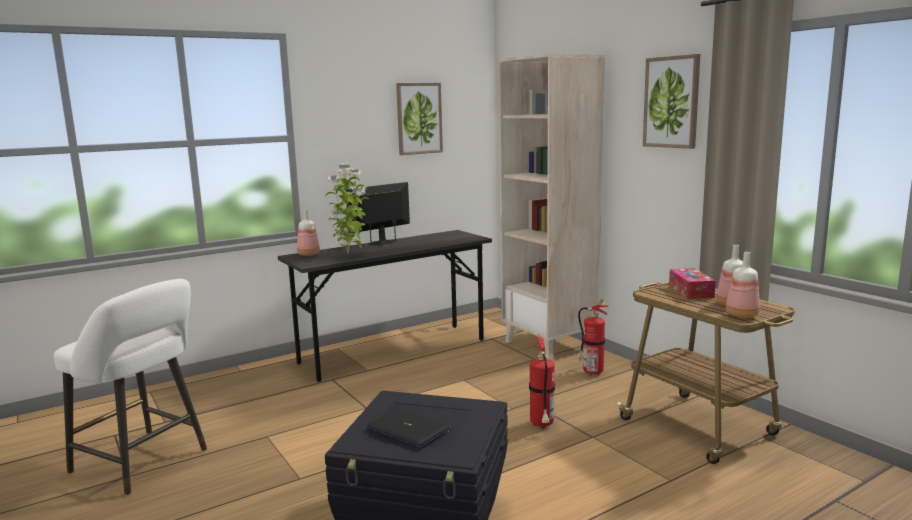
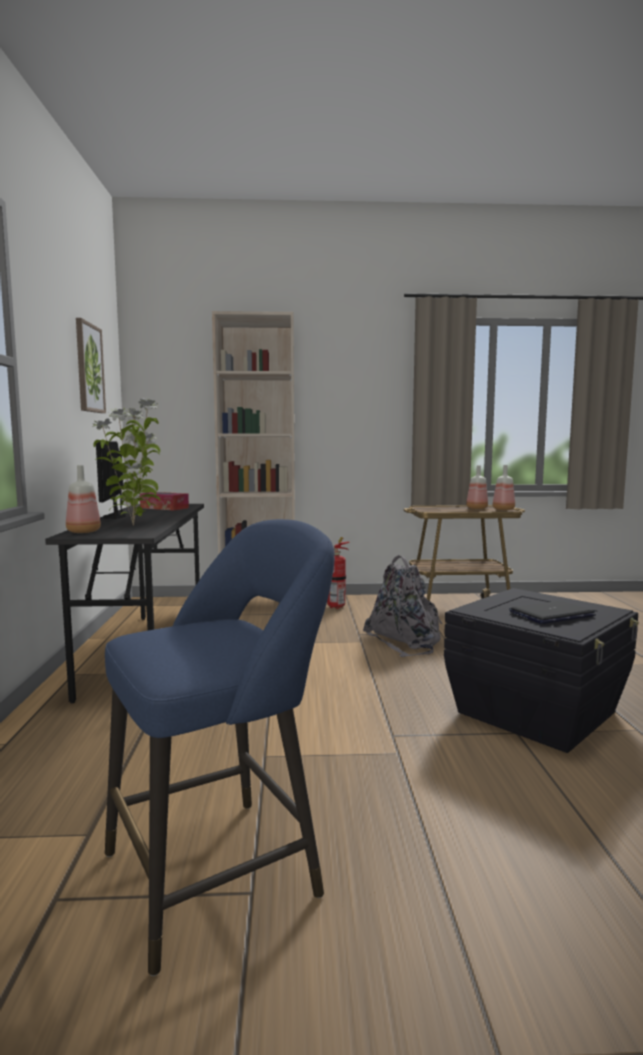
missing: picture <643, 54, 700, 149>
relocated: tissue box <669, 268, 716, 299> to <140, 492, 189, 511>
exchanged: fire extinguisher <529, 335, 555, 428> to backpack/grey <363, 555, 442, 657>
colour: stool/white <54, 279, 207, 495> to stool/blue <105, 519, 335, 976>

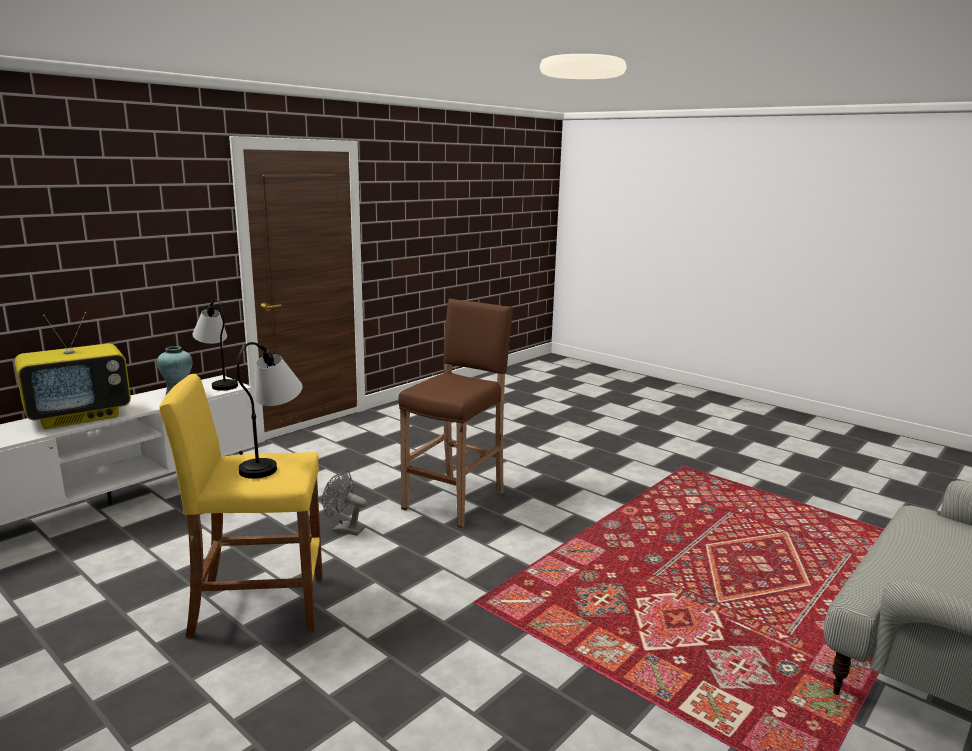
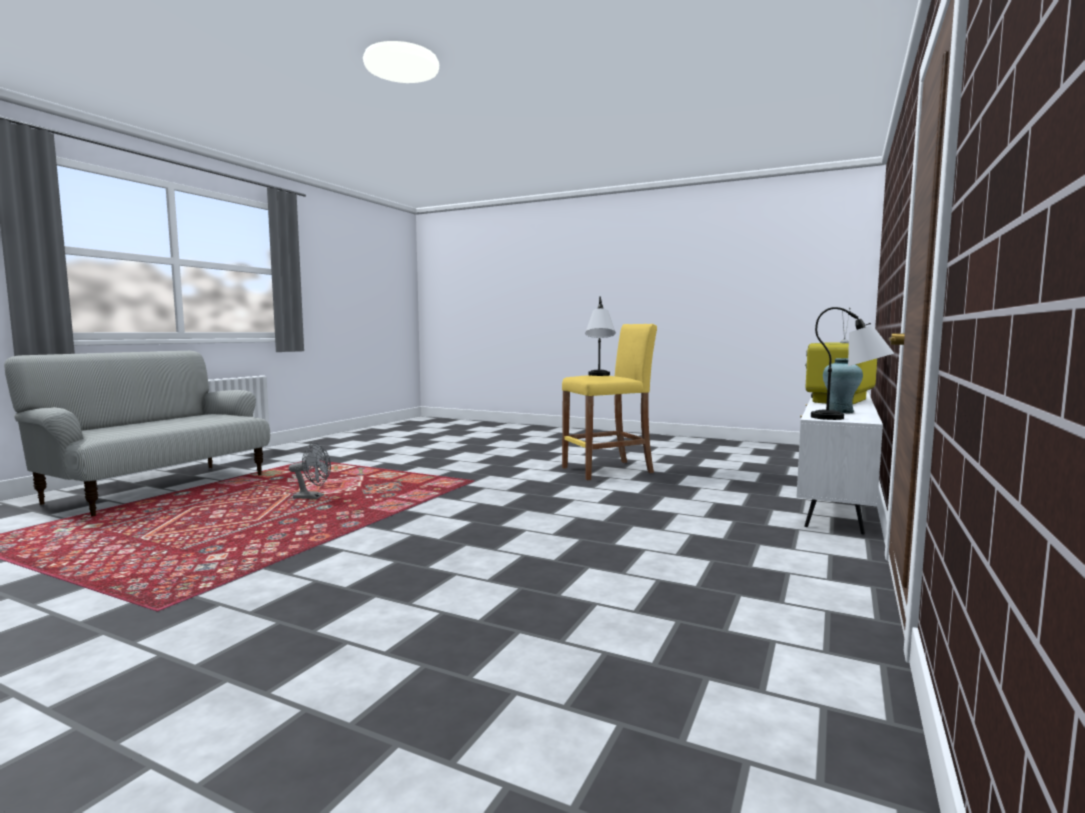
missing: stool/brown <398, 299, 513, 528>
relocated: fan/grey <322, 470, 367, 536> to <289, 442, 331, 499>

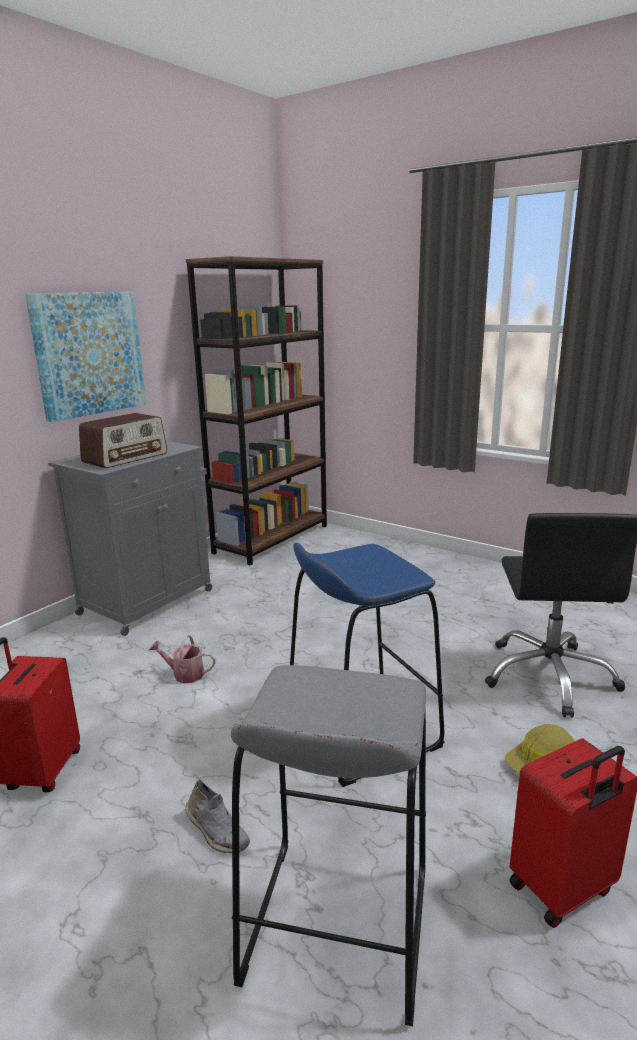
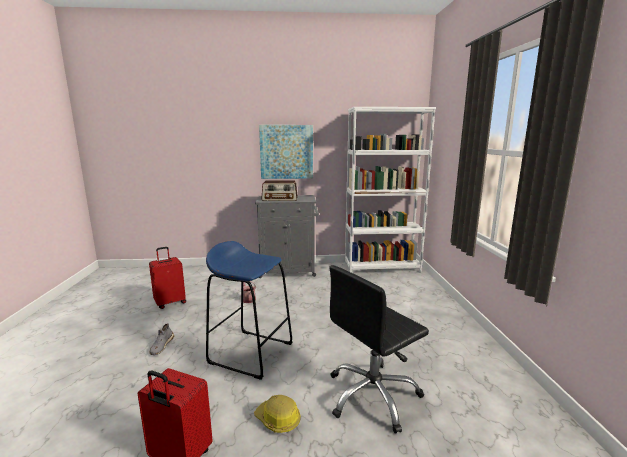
missing: stool/grey <231, 665, 426, 1026>
colour: bookcase/brown <186, 256, 327, 566> to bookcase/white <345, 107, 436, 273>

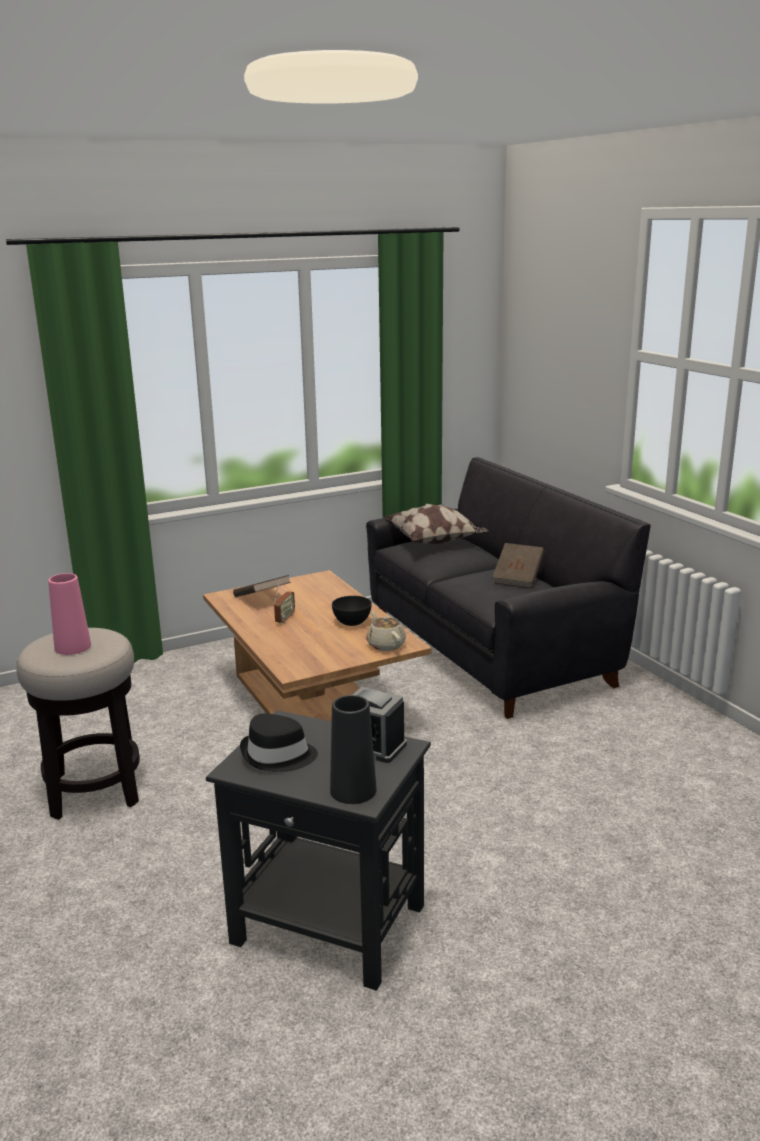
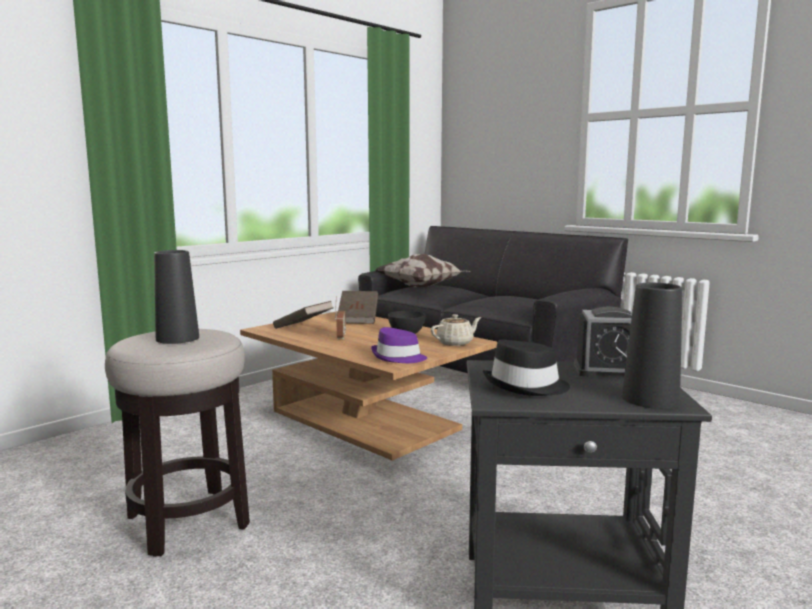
appeared: hat/purple <371, 327, 427, 363>
relocated: book/brown <492, 543, 545, 588> to <337, 291, 378, 324>
colour: vase/pink <48, 573, 91, 655> to vase/black <154, 250, 199, 344>
spun: teapot/beige <366, 611, 406, 651> = <431, 314, 481, 346> 105 degrees clockwise

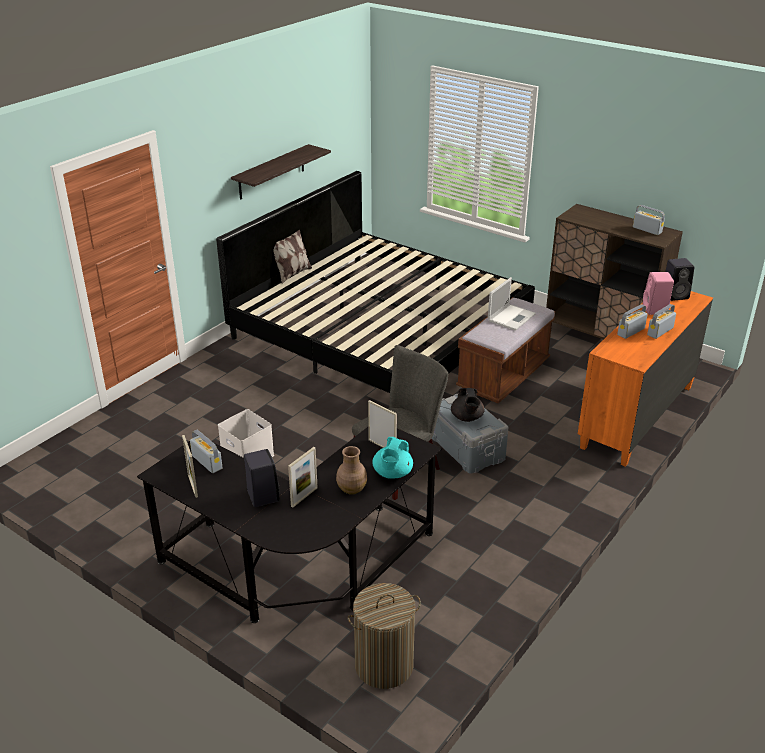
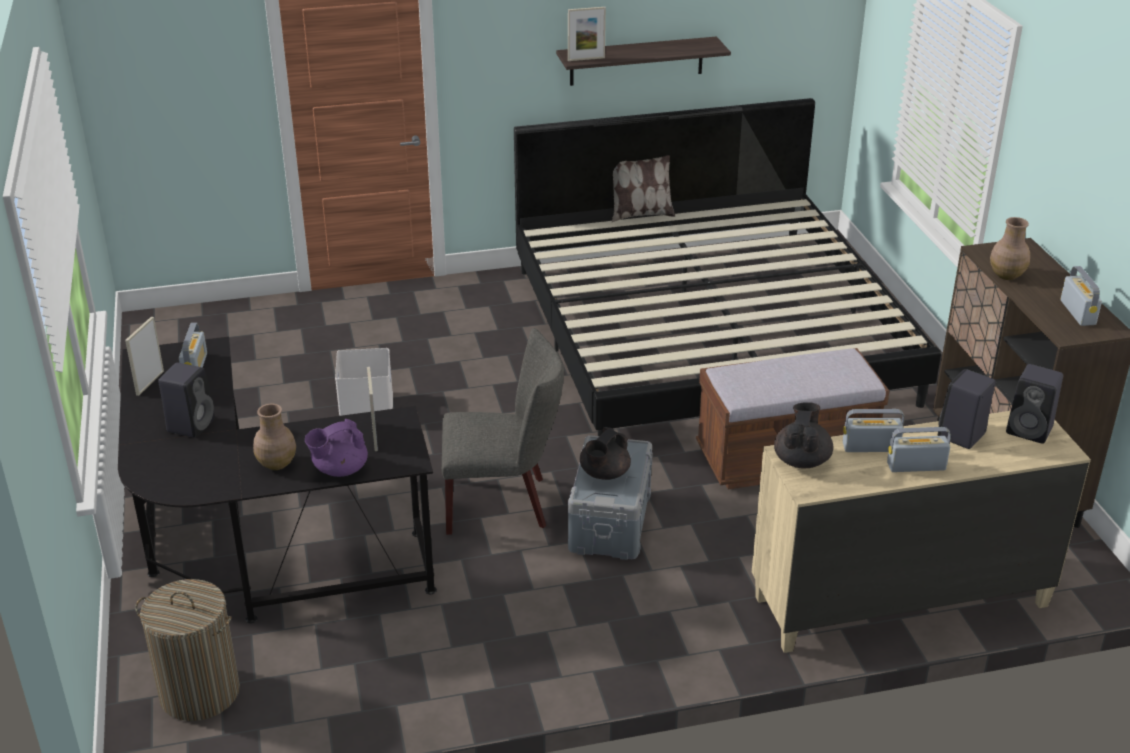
missing: laptop <488, 277, 536, 331>
appeared: teapot/black <774, 402, 833, 469>; vase/brown <990, 217, 1030, 280>
relocated: picture frame <288, 447, 318, 508> to <568, 7, 606, 61>
colour: teapot/turquoise <372, 437, 413, 479> to teapot/purple <305, 419, 368, 477>; dresser/orange <578, 291, 713, 467> to dresser/beige <752, 411, 1091, 653>; speaker/pink <643, 272, 674, 315> to speaker/black <938, 369, 996, 449>

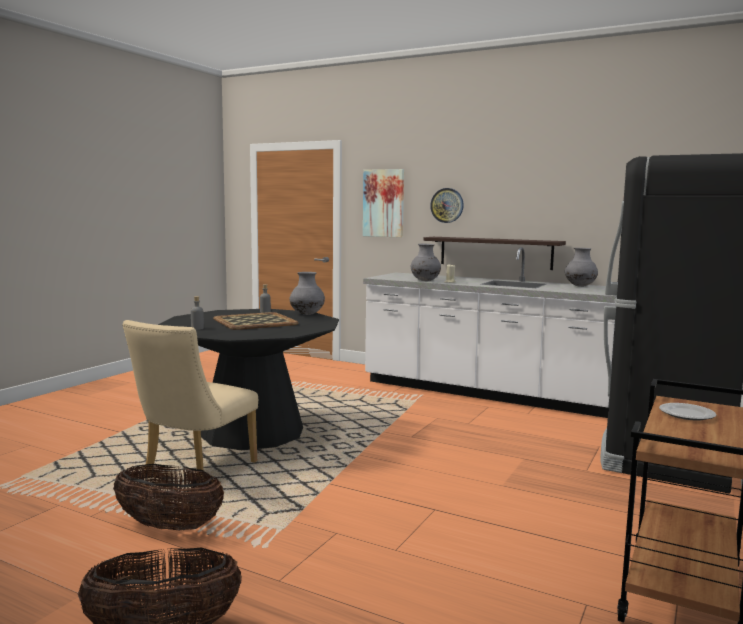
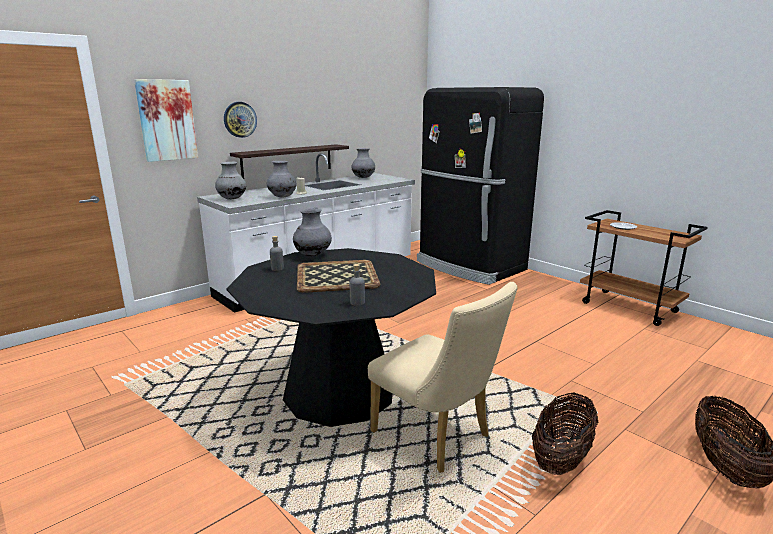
appeared: vase/grey <215, 162, 246, 200>

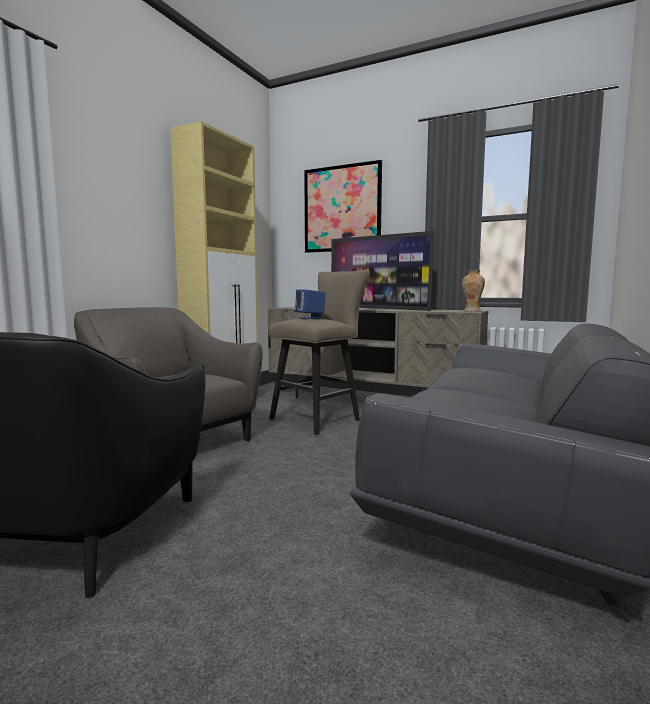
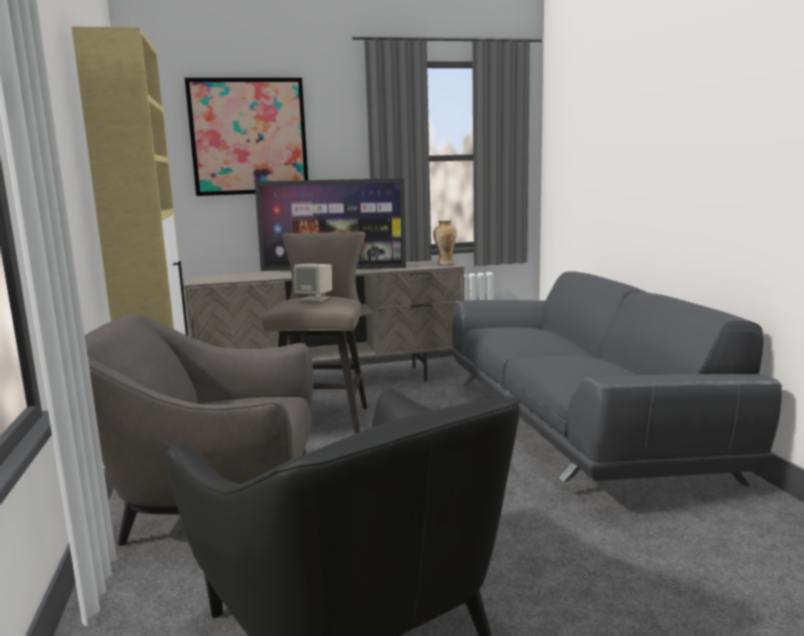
colour: speaker/blue <295, 290, 325, 319> to speaker/beige <294, 264, 332, 301>

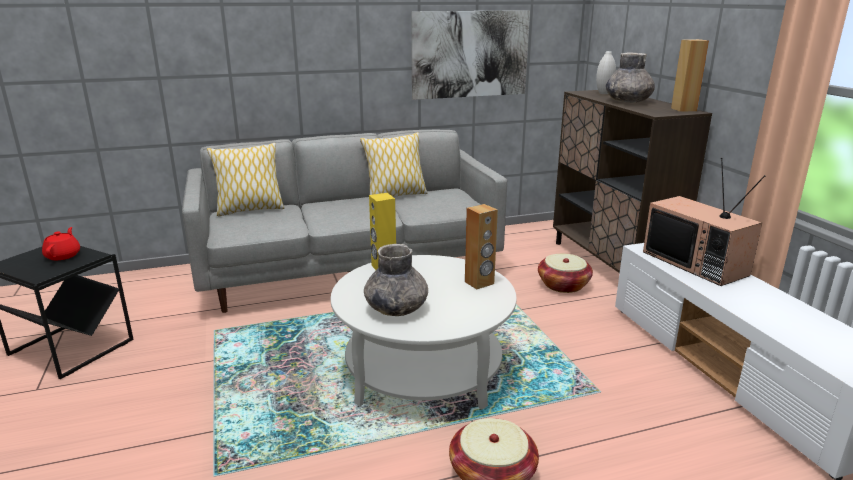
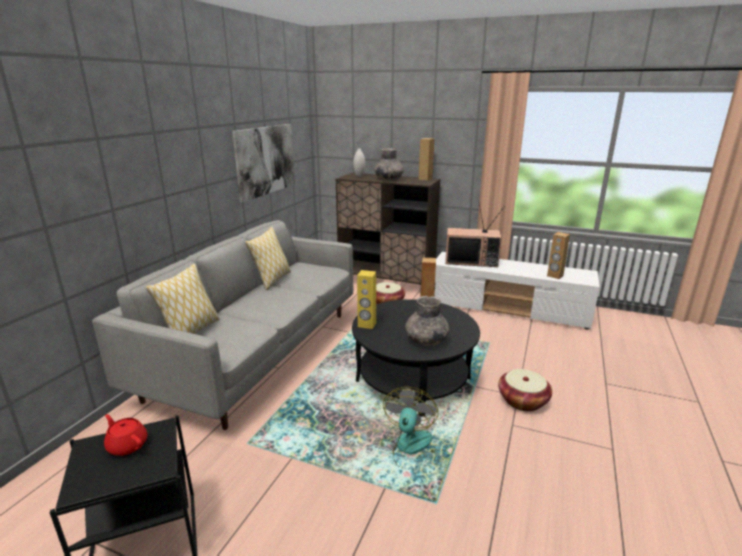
appeared: fan <383, 387, 438, 470>; speaker/brown <547, 232, 570, 279>
colour: coffee table/white <331, 255, 517, 410> to coffee table/black <352, 299, 480, 416>

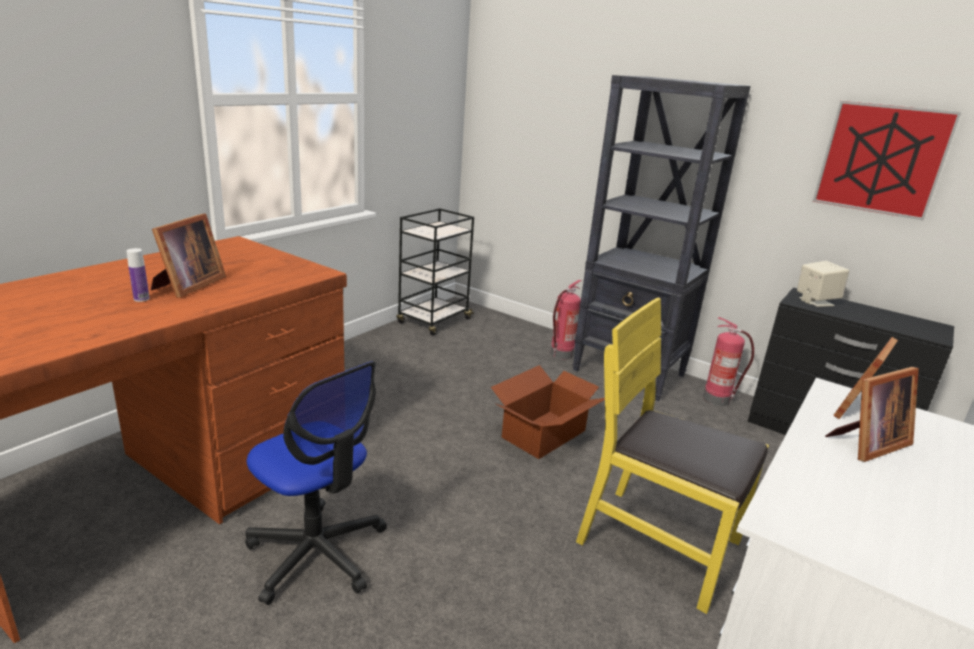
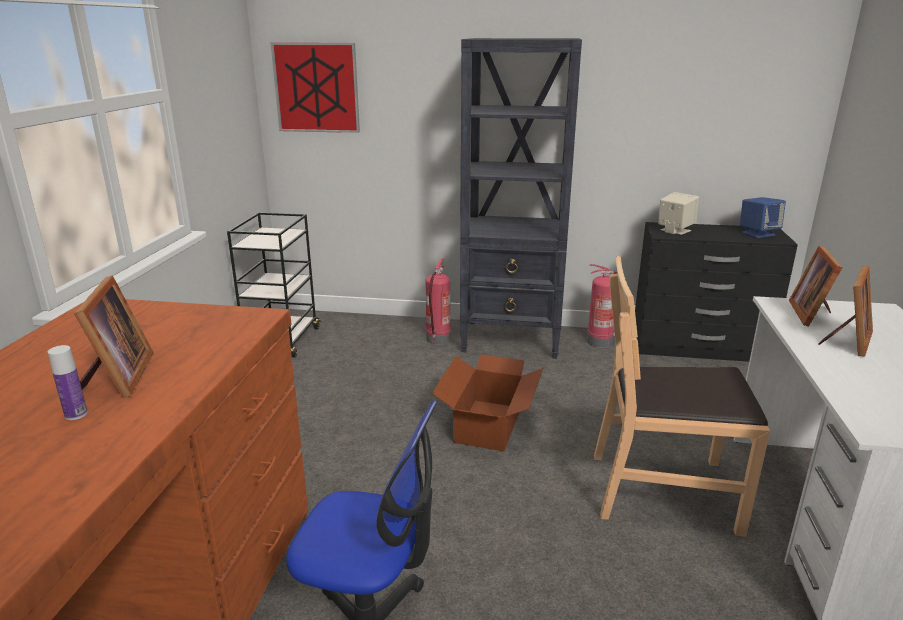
appeared: speaker/blue <740, 197, 786, 238>
relocated: picture <813, 101, 962, 221> to <271, 43, 360, 133>
colour: chair/yellow <576, 298, 769, 614> to chair/brown <594, 256, 770, 537>

